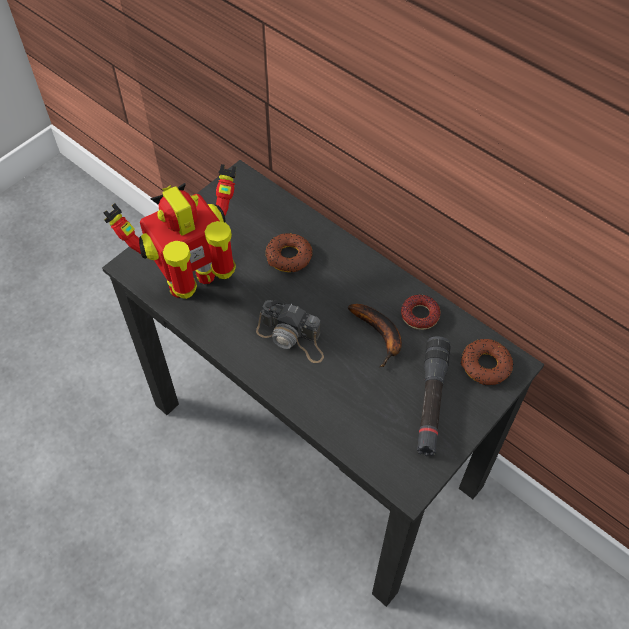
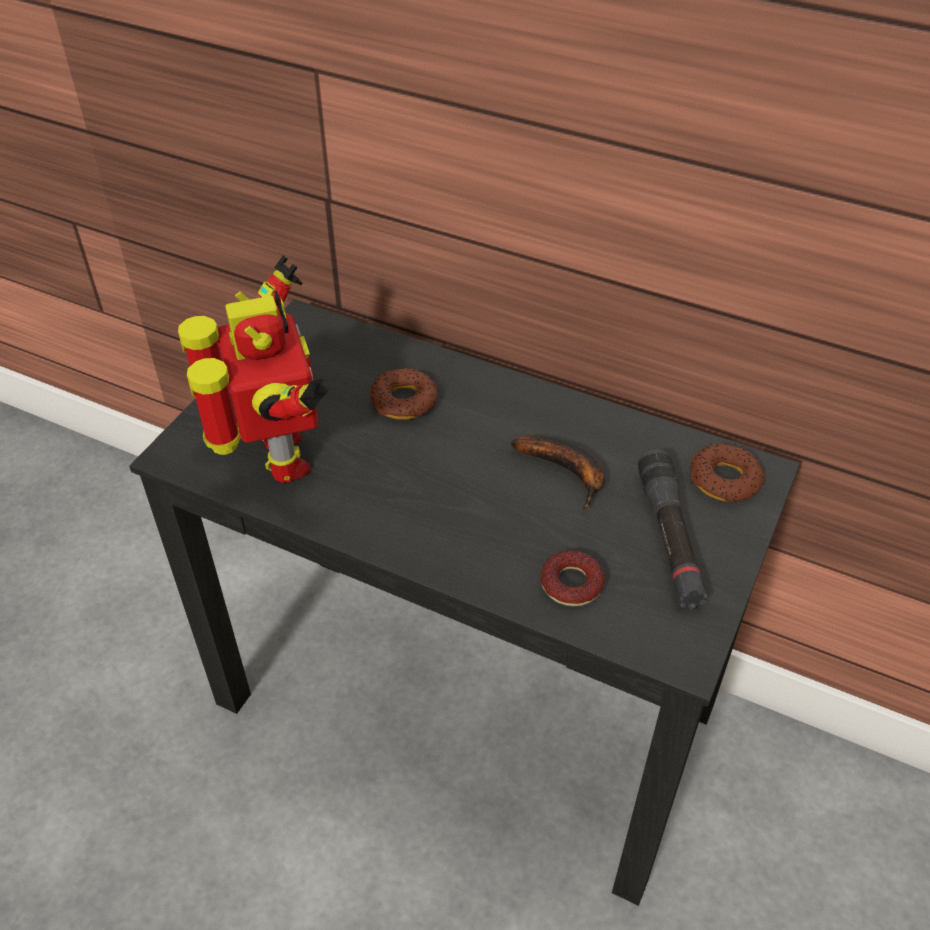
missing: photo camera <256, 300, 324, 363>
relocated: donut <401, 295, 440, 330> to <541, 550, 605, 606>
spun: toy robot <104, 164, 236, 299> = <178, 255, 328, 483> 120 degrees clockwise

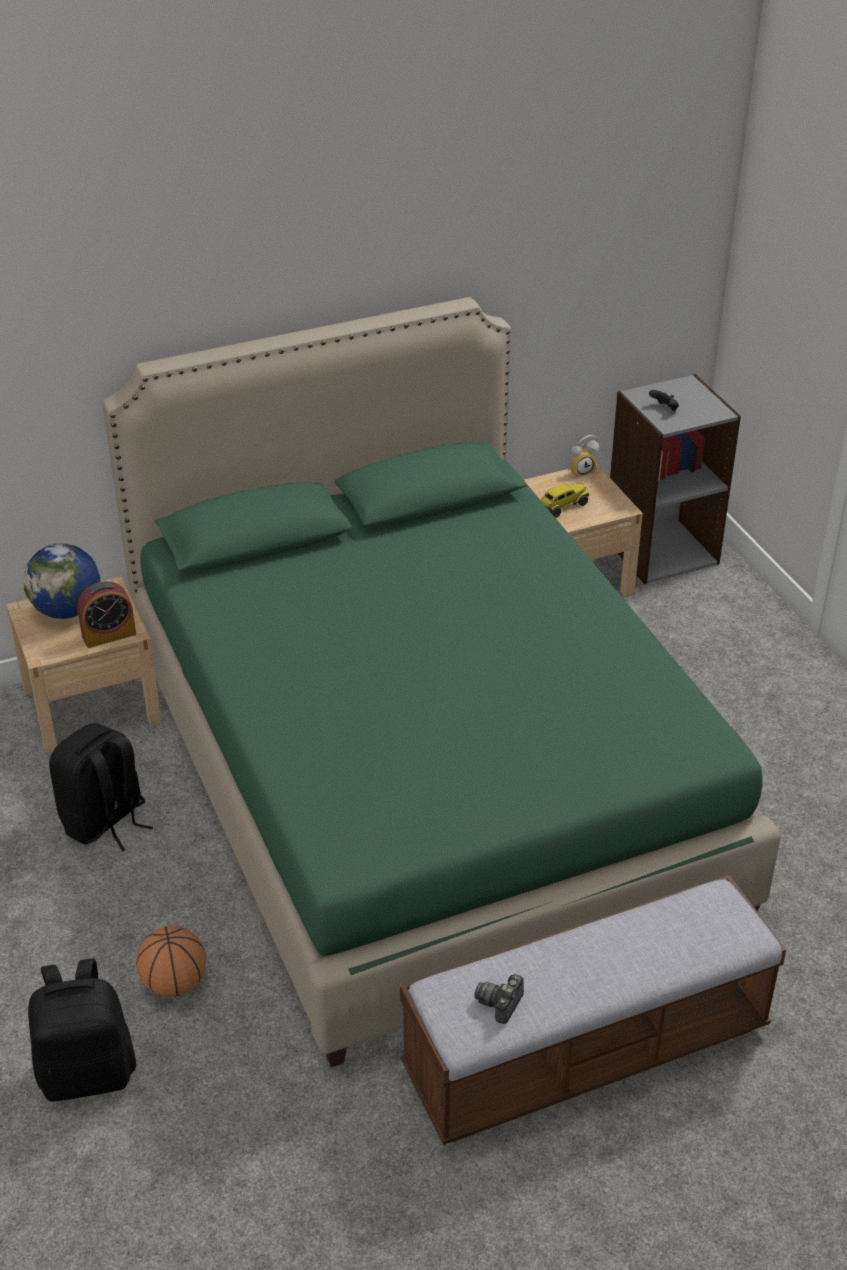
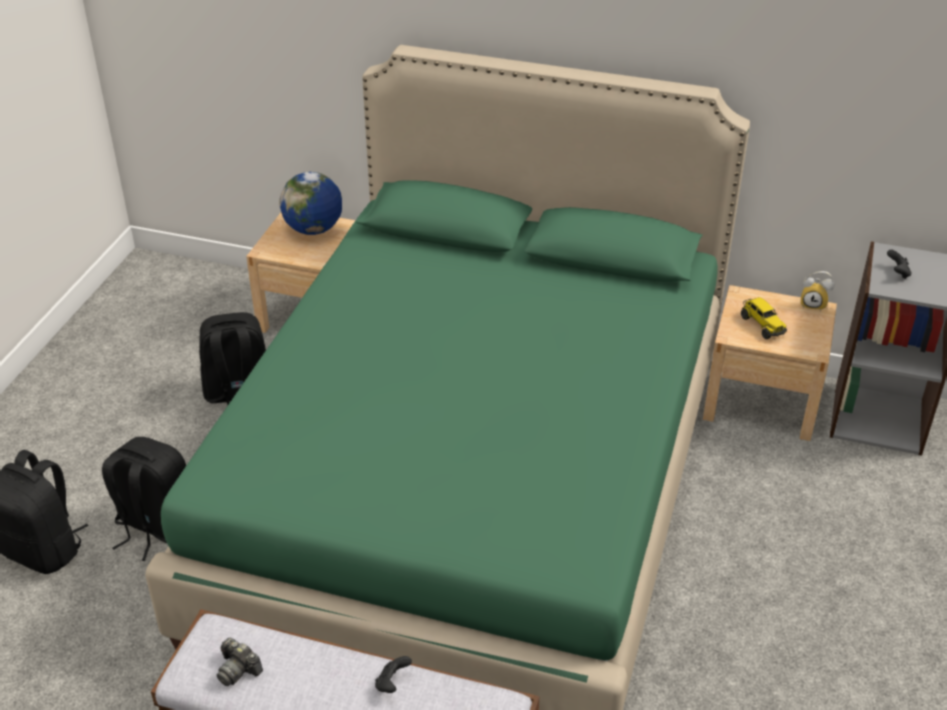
missing: alarm clock <77, 581, 136, 648>
appeared: game controller/black <375, 656, 412, 693>
exchanged: basketball <136, 926, 206, 997> to backpack/black <102, 437, 186, 561>
spun: photo camera <474, 974, 524, 1024> = <217, 638, 263, 686> 120 degrees counterclockwise; toy truck <541, 483, 589, 518> = <741, 297, 787, 339> 60 degrees clockwise

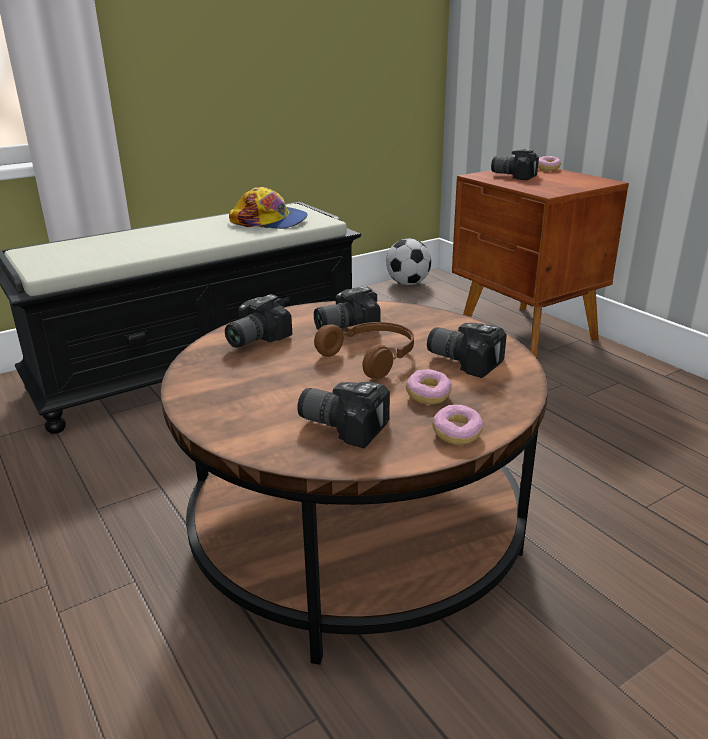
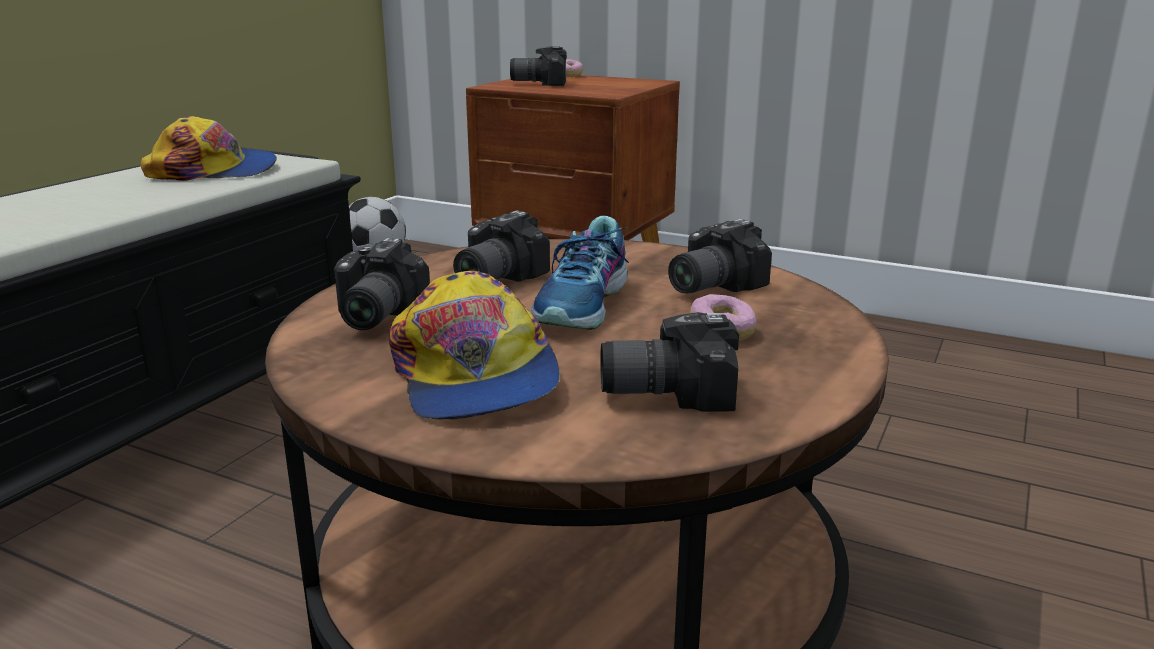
missing: donut <432, 405, 483, 445>
appeared: cap <389, 271, 560, 420>
exchanged: headphones/brown <314, 322, 414, 379> to shoe <531, 216, 629, 330>
spun: photo camera <427, 323, 507, 378> = <668, 219, 772, 294> 45 degrees counterclockwise

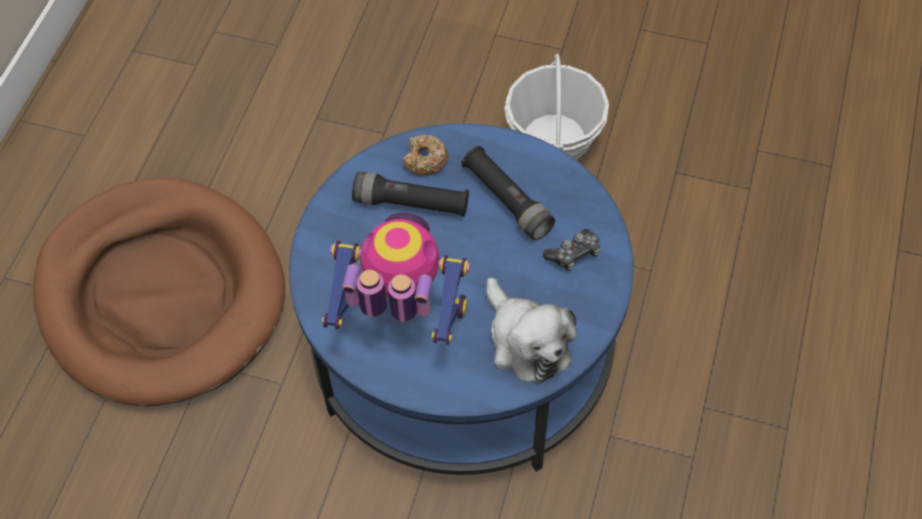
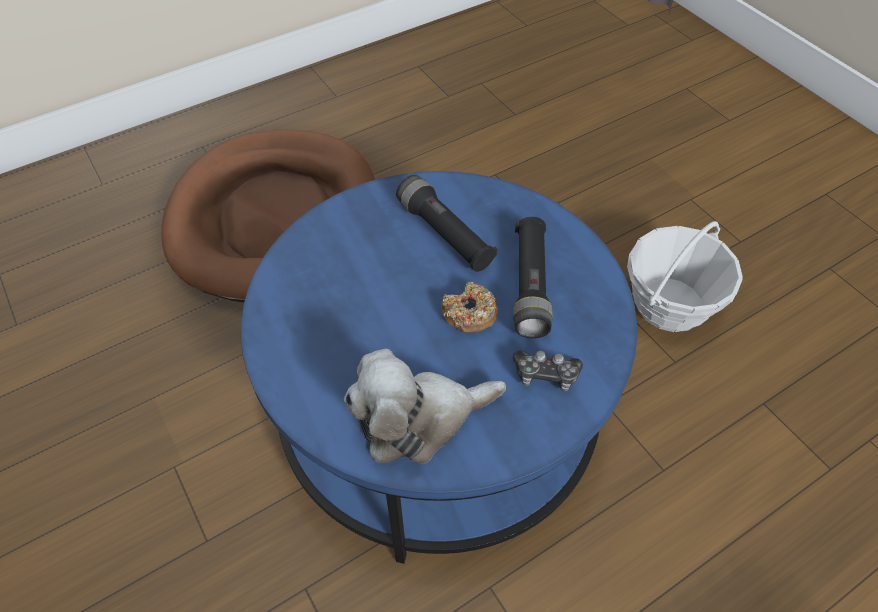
missing: toy robot <322, 213, 470, 345>
relocated: donut <403, 135, 449, 175> to <441, 282, 498, 333>
spun: plush toy <486, 278, 577, 384> = <344, 349, 506, 463> 60 degrees clockwise

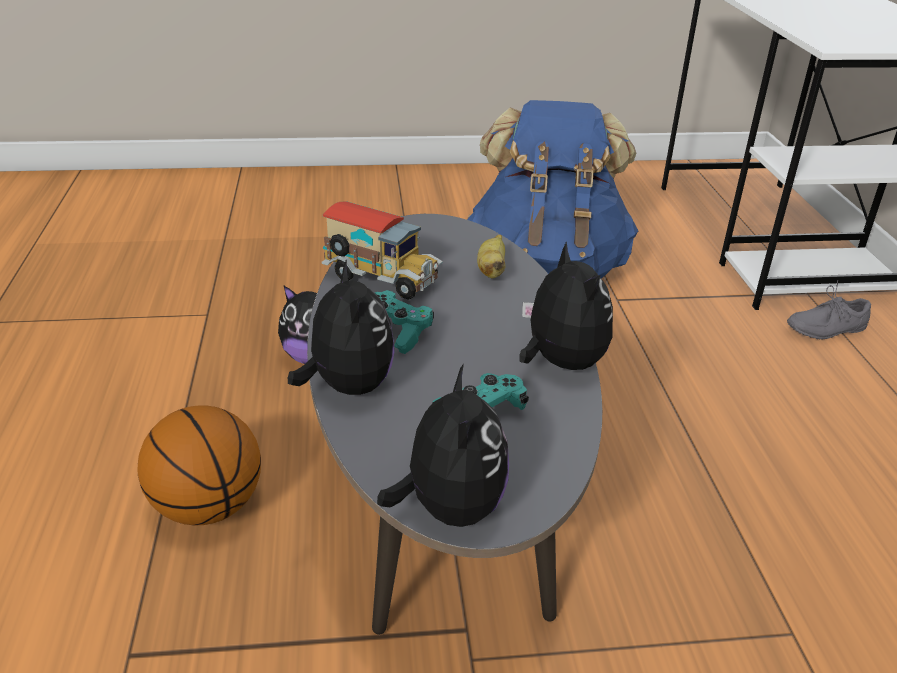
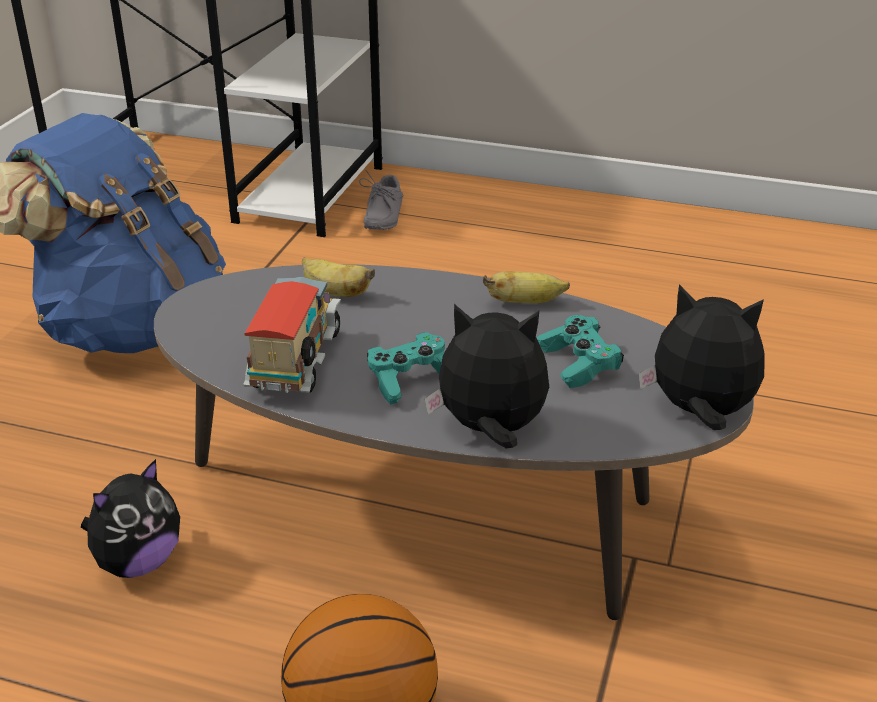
exchanged: plush toy <519, 241, 613, 370> to banana <483, 271, 570, 303>
spun: toy truck <321, 201, 443, 300> = <243, 277, 341, 393> 45 degrees counterclockwise

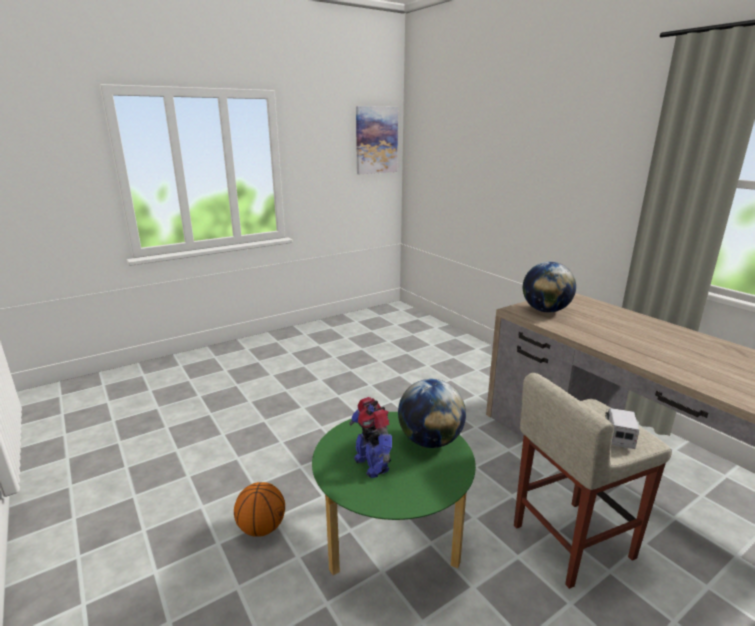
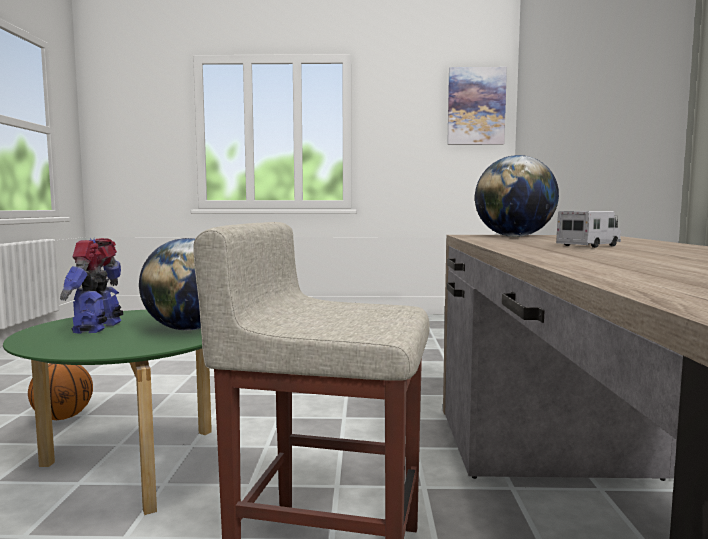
relocated: toy truck <605, 408, 639, 449> to <556, 211, 621, 248>

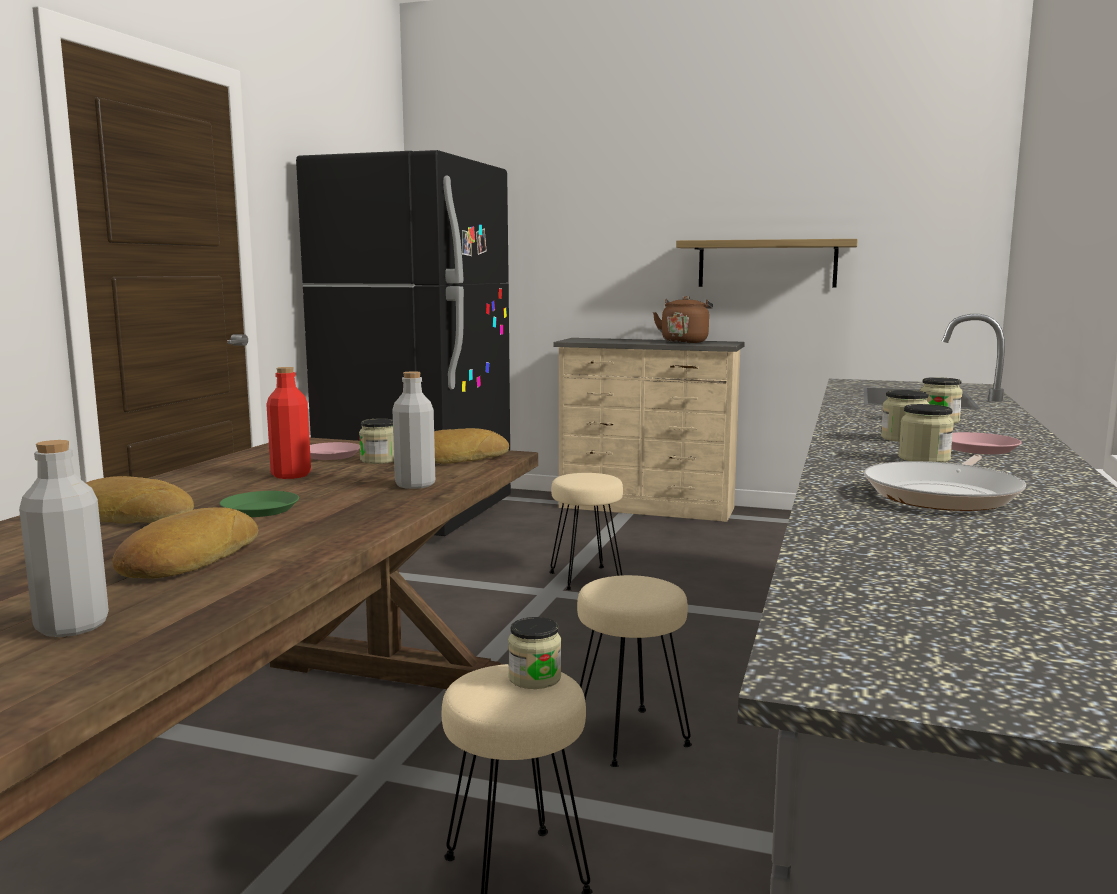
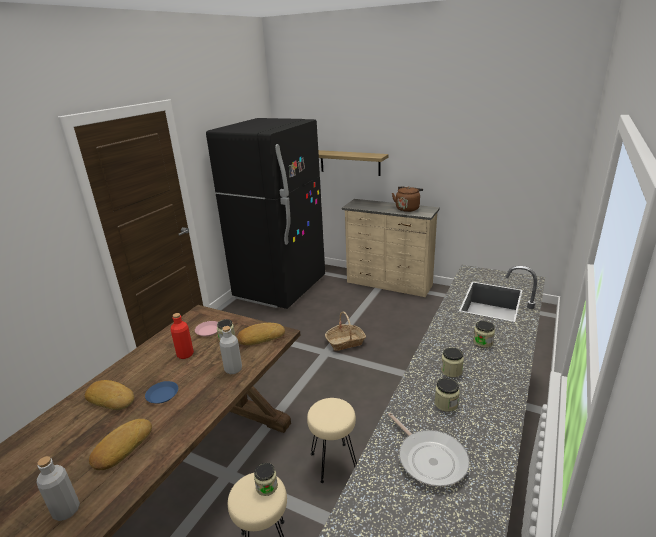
missing: plate/pink <951, 432, 1022, 454>
relocated: shelf <676, 239, 858, 288> to <318, 150, 388, 176>
exchanged: stool/beige <549, 473, 623, 590> to basket <325, 312, 366, 351>
colour: plate/green <220, 491, 299, 517> to plate/blue <145, 381, 178, 404>
spun: frying pan <864, 454, 1026, 511> = <388, 413, 469, 487> 75 degrees counterclockwise

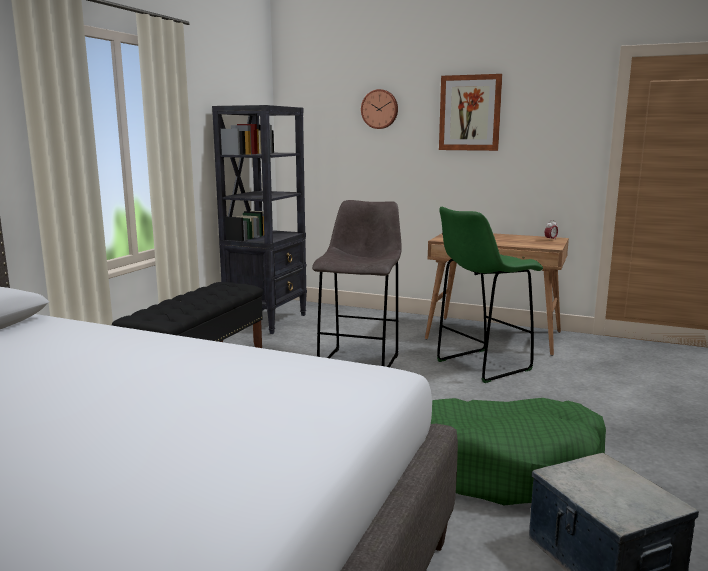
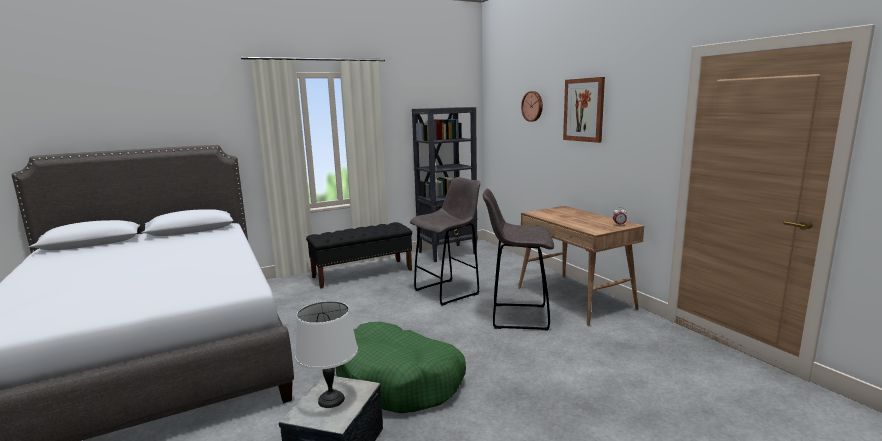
appeared: table lamp/white <295, 301, 358, 408>
colour: stool/green <437, 207, 543, 383> to stool/grey <483, 189, 554, 330>

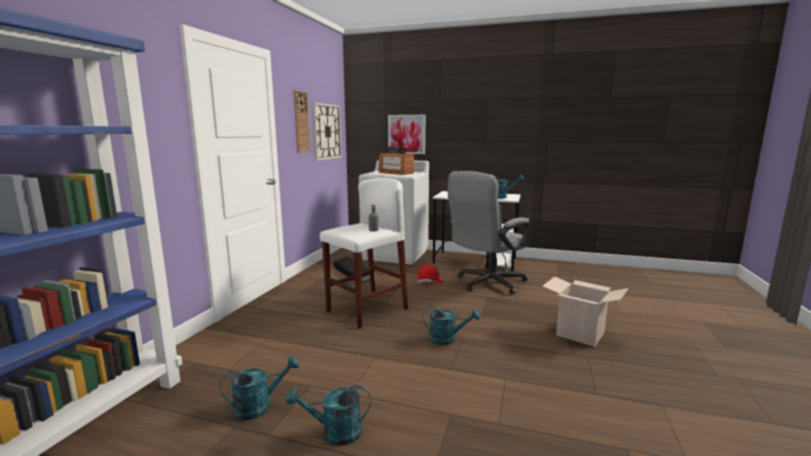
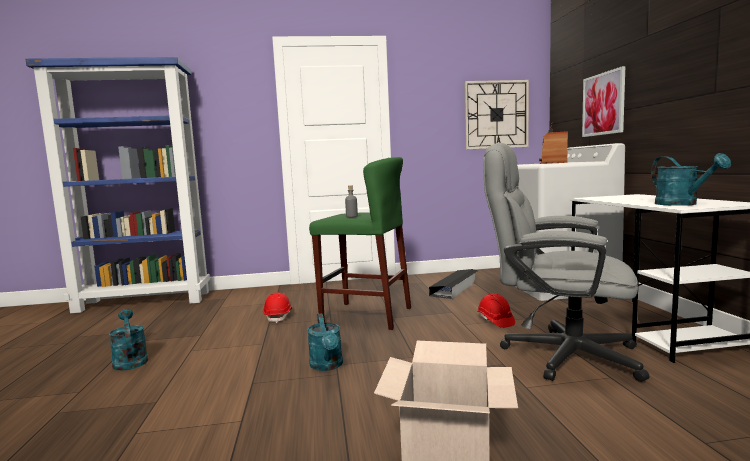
missing: watering can/turquoise <220, 356, 299, 420>; wall clock <294, 90, 310, 153>
appeared: hard hat/red <263, 293, 292, 323>
colour: stool/white <320, 178, 408, 328> to stool/green <309, 157, 411, 330>

